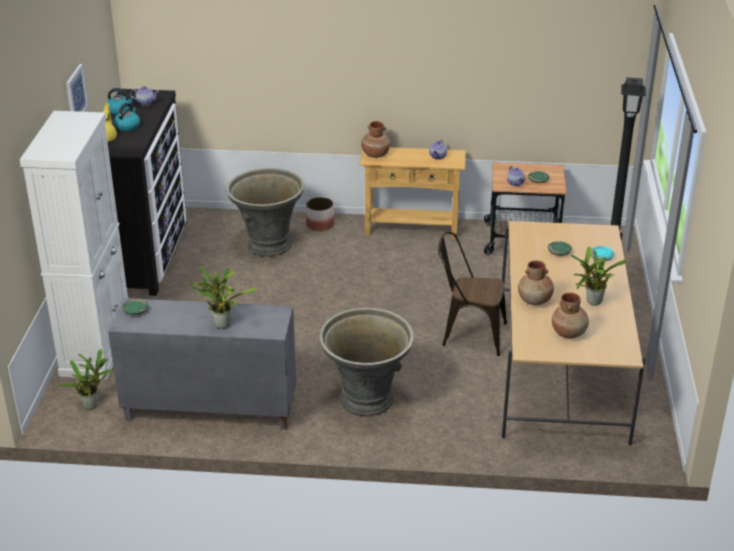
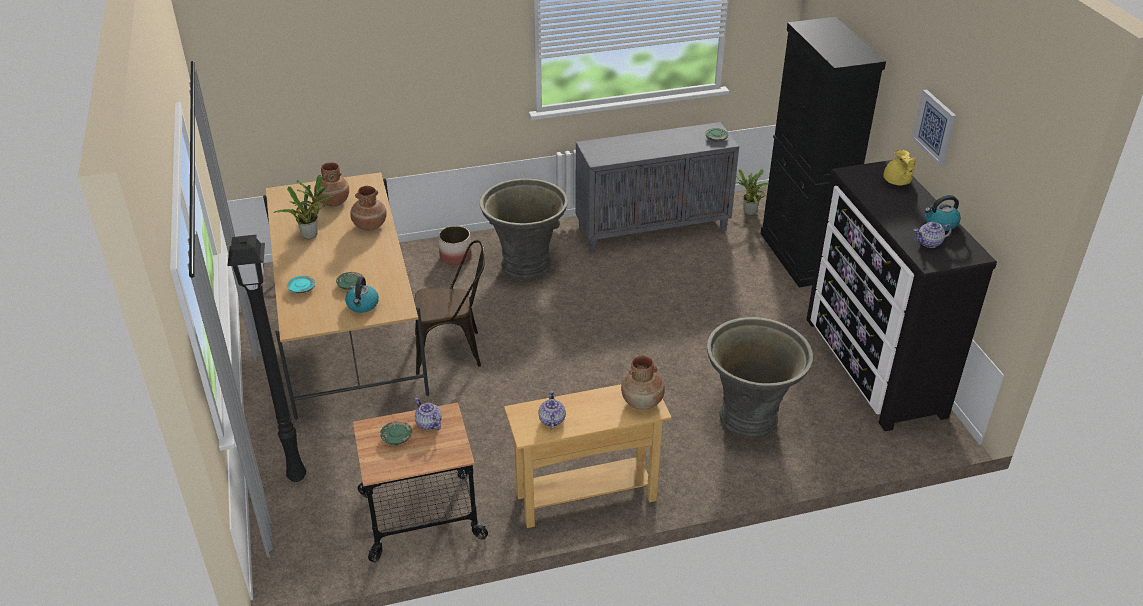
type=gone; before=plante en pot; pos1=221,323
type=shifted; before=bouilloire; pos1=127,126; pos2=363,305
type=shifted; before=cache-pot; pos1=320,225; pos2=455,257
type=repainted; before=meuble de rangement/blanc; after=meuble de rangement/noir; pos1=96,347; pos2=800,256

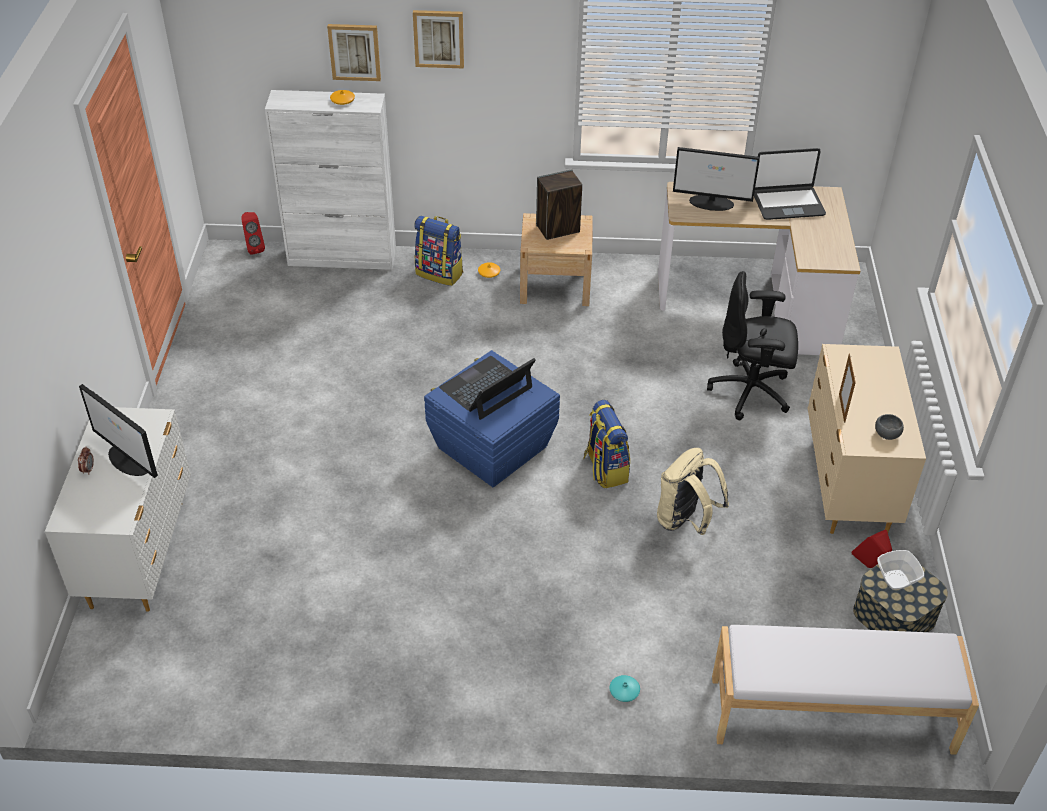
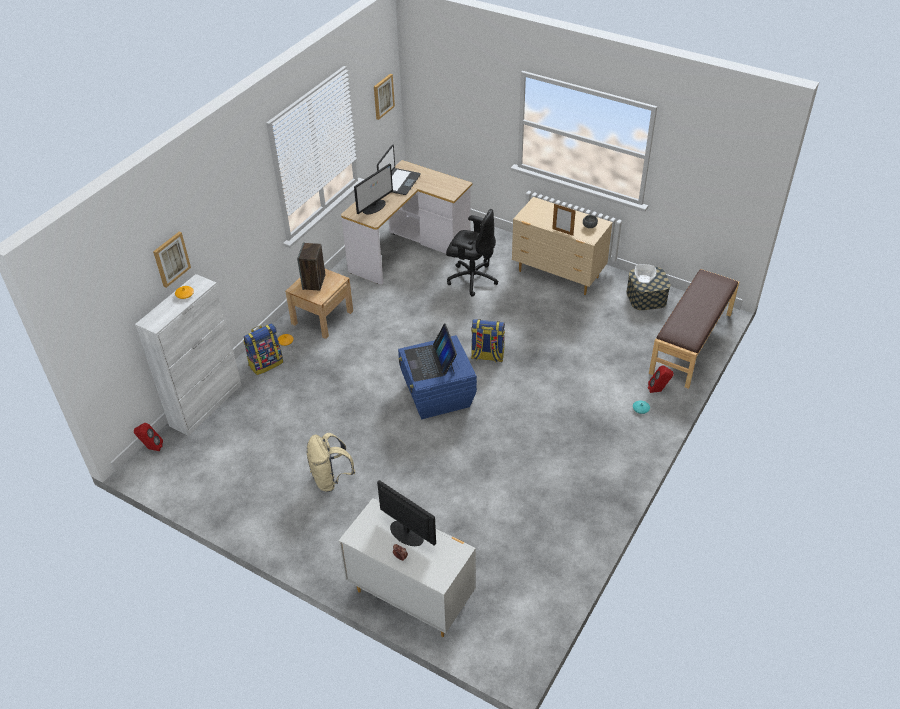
type=shifted; before=tableau; pos1=438,38; pos2=383,96
type=shifted; before=sac à dos/beige; pos1=685,521; pos2=331,479
type=shifted; before=enceinte/rouge; pos1=868,566; pos2=658,390
type=repainted; before=banc/blanc; after=banc/marron; pos1=831,715; pos2=691,343
type=rotated; before=écran d'ordinateur; pos1=130,460; pos2=406,533; turn=-120
type=rotated; before=chaise de bureau/noir; pos1=751,392; pos2=471,279; turn=-105

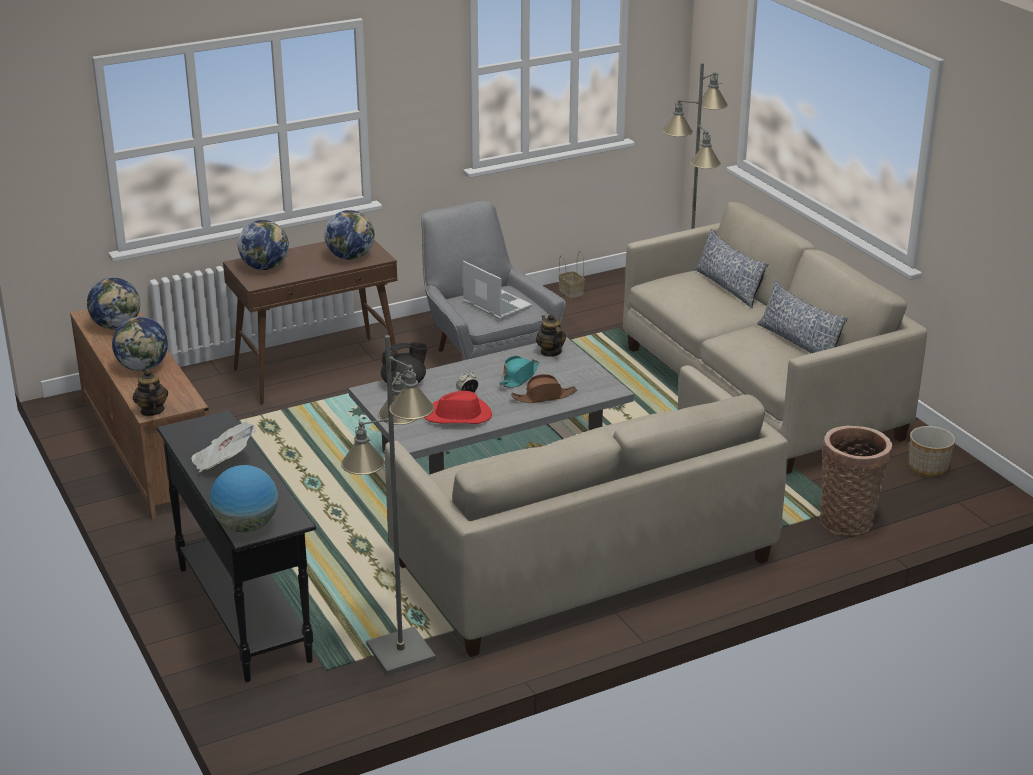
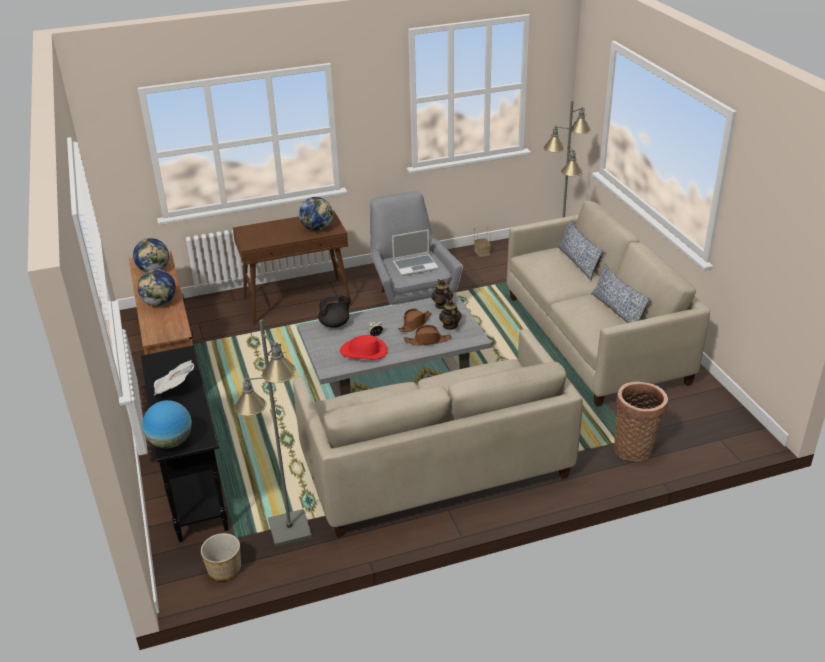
type=gone; before=globe; pos1=265,267
type=shifted; before=théière; pos1=152,411; pos2=450,326
type=shifted; before=cache-pot; pos1=929,468; pos2=225,569
type=repainted; before=chapeau/turquoise; after=chapeau/marron; pos1=519,377; pos2=415,324
type=rotated; before=ordinateur portable; pos1=495,305; pos2=415,265; turn=105

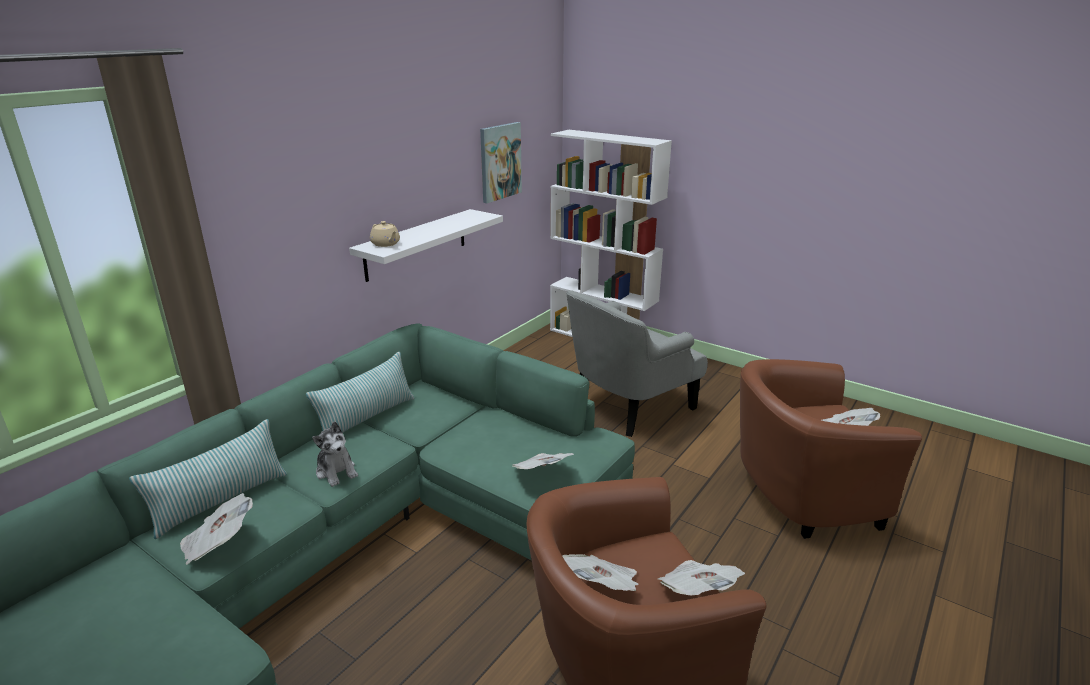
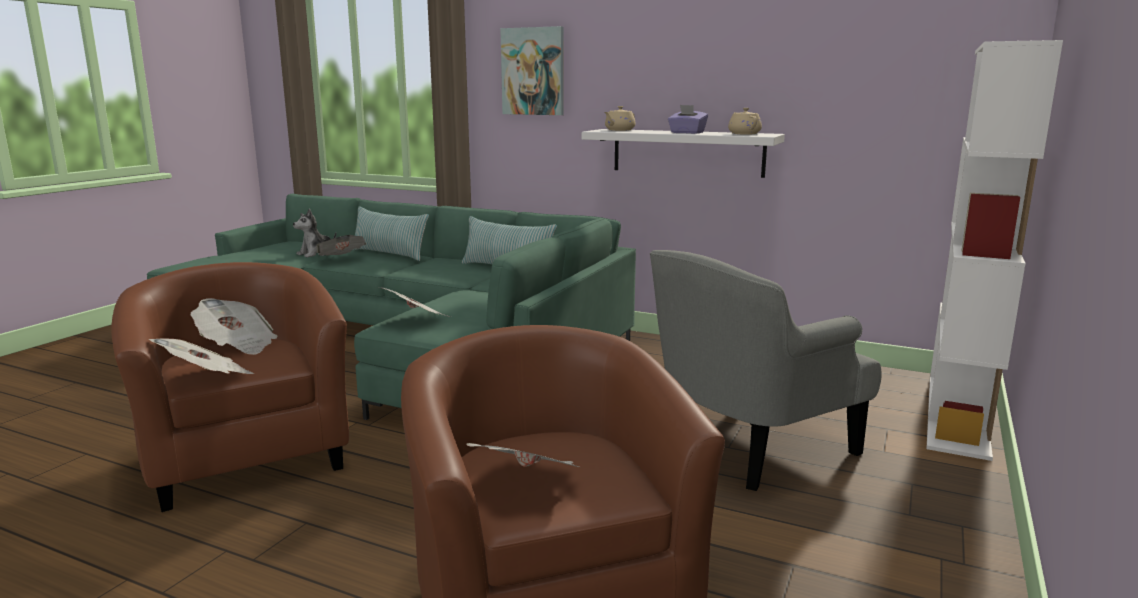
type=new; after=boîte à mouchoirs/violet; pos2=687,133
type=new; after=théière/beige; pos2=744,134
type=shifted; before=peluche; pos1=336,471; pos2=316,253
type=shifted; before=tableau; pos1=500,162; pos2=533,71
type=rotated; before=fauteuil/gris; pos1=628,404; pos2=748,443; turn=-75

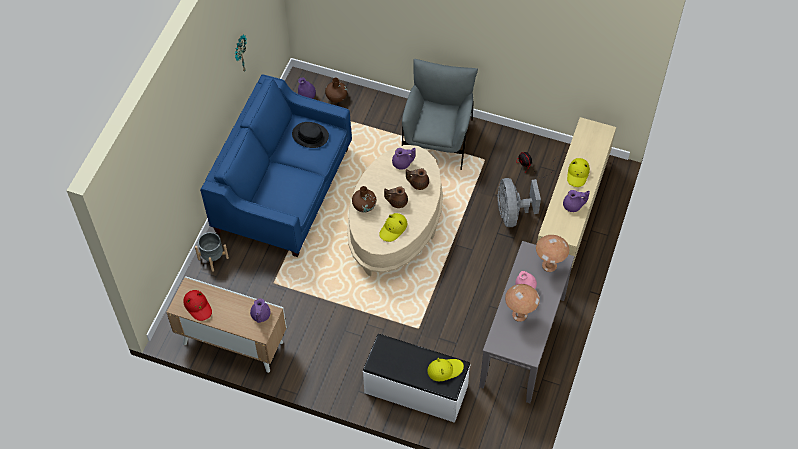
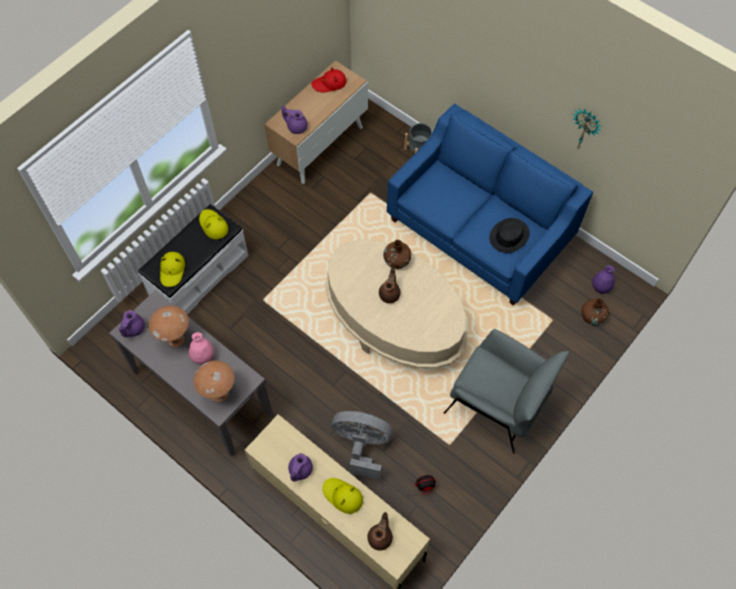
type=shifted; before=chapeau/jaune; pos1=393,229; pos2=213,225
type=shifted; before=théière/violet; pos1=402,163; pos2=133,329
type=shifted; before=théière/marron; pos1=418,183; pos2=380,537

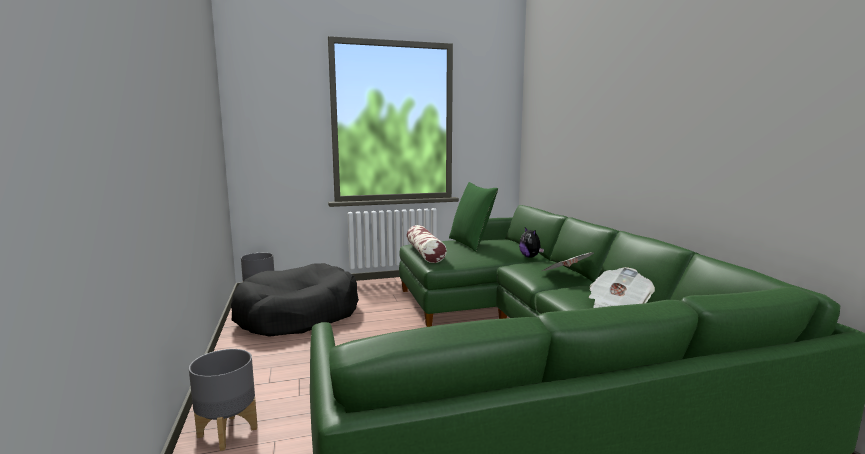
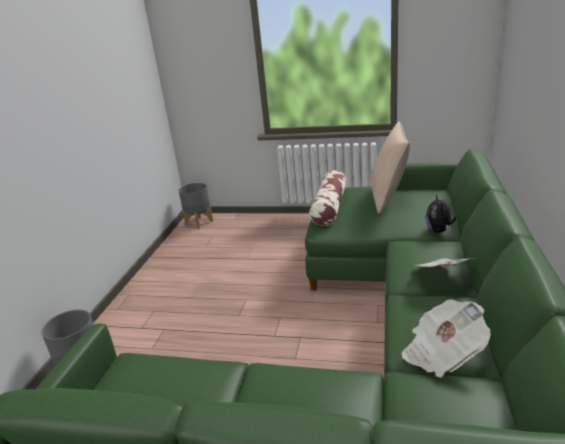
type=gone; before=panier pour chien/noir; pos1=297,315
type=repainted; before=coussin/vert; after=coussin/beige; pos1=471,243; pos2=388,198

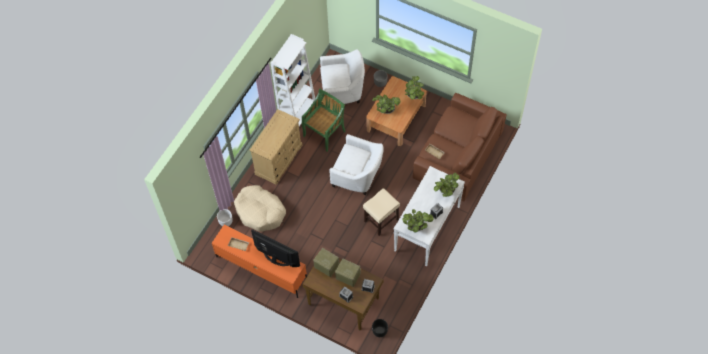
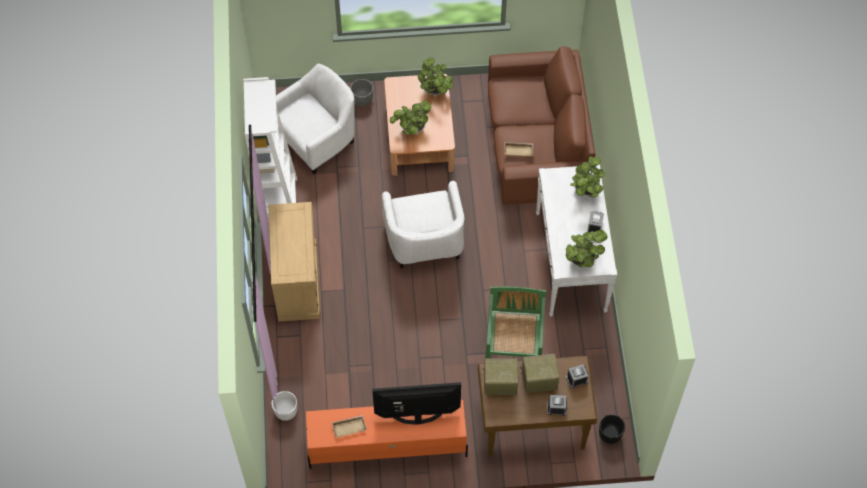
type=gone; before=panier pour chien/beige; pos1=260,212
type=gone; before=tabouret/beige; pos1=381,221
type=shifted; before=chaise/vert; pos1=325,133; pos2=513,349
type=rotated; before=fauteuil/blanc; pos1=358,175; pos2=425,241; turn=90

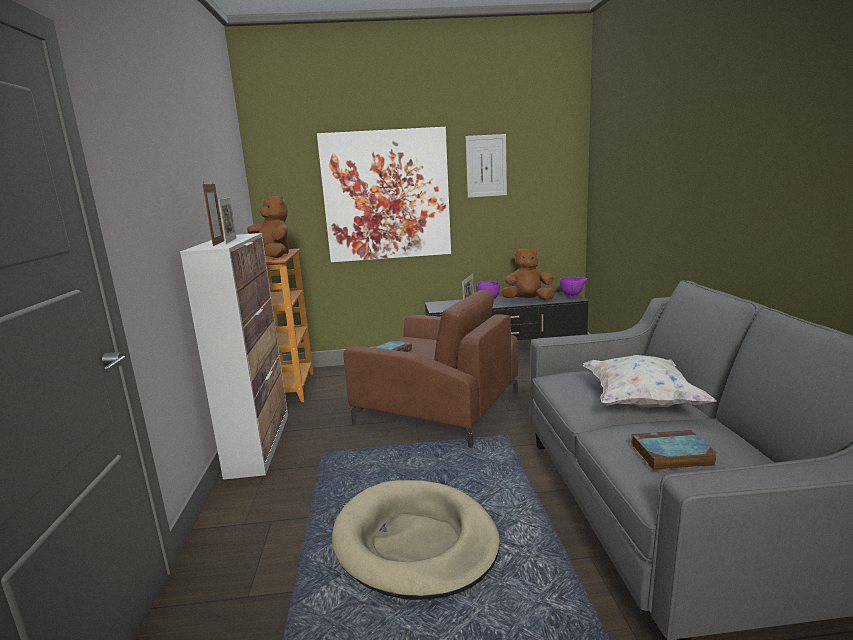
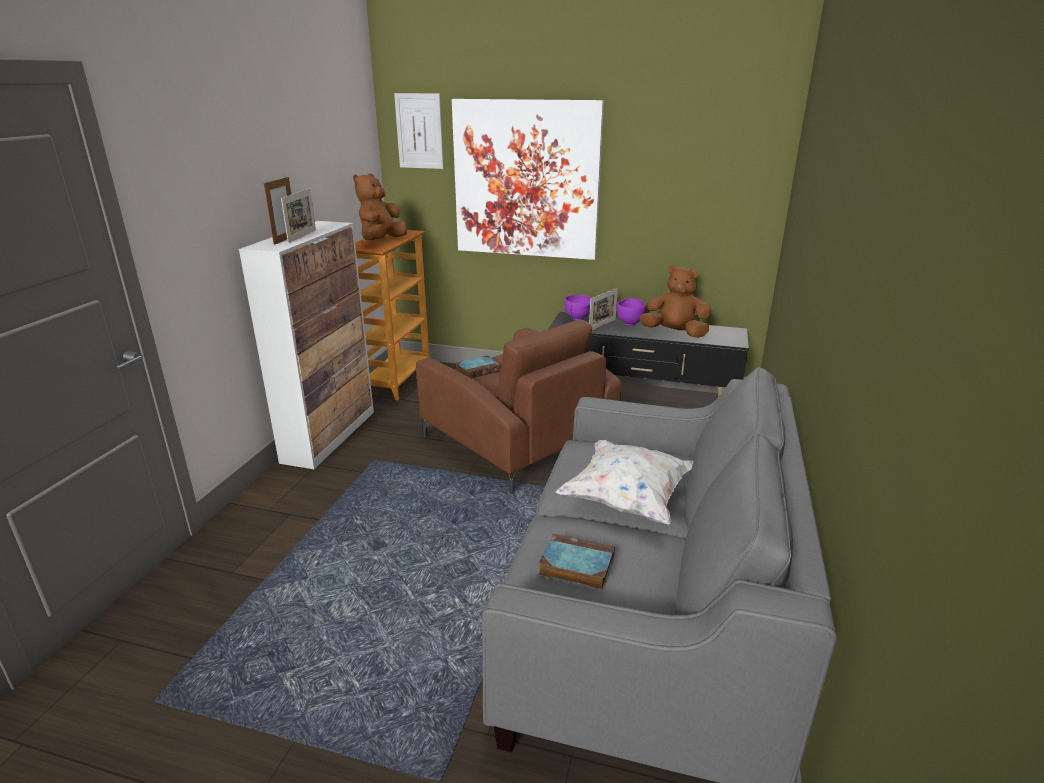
type=gone; before=panier pour chien/beige; pos1=415,542
type=shifted; before=tableau; pos1=486,166; pos2=419,131
type=shifted; before=bol/violet; pos1=573,296; pos2=579,319
type=rotated; before=peluche/marron; pos1=272,256; pos2=382,241; turn=-135

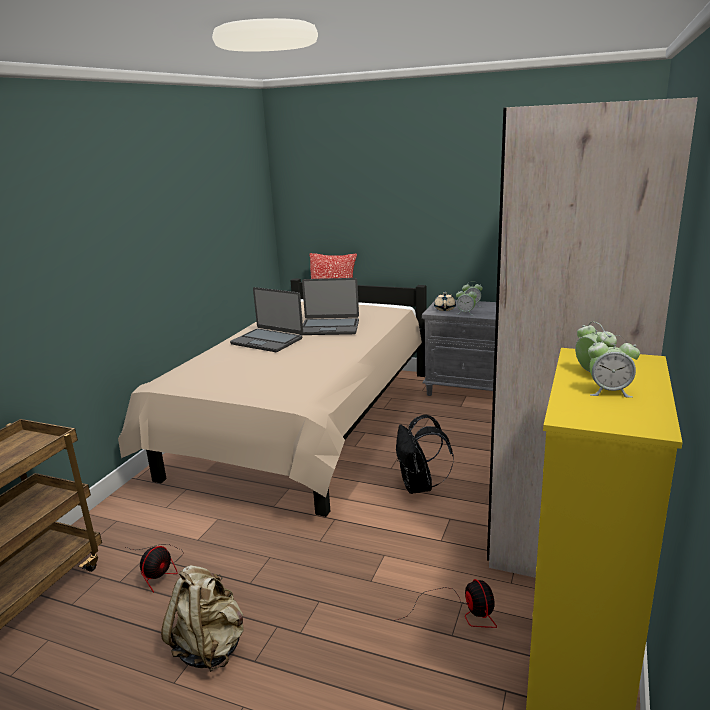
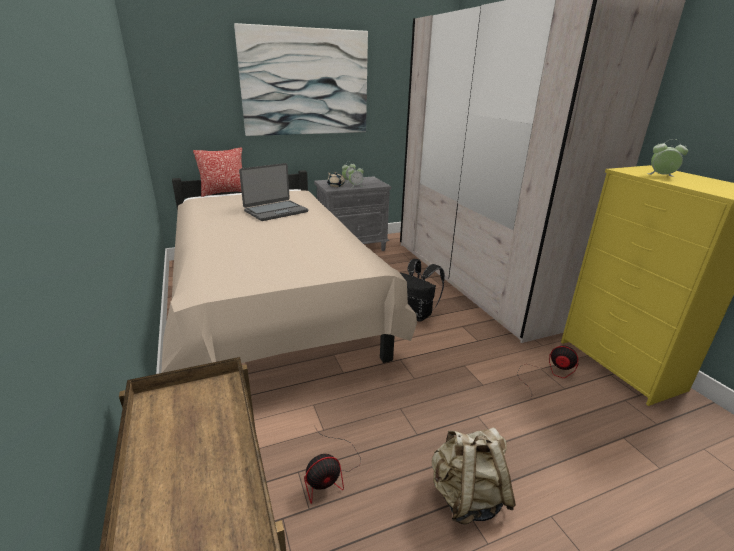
type=gone; before=ordinateur portable; pos1=267,341
type=gone; before=réveil; pos1=609,391
type=new; after=tableau; pos2=306,83
type=rotated; before=ventilateur; pos1=159,569; pos2=330,473; turn=75

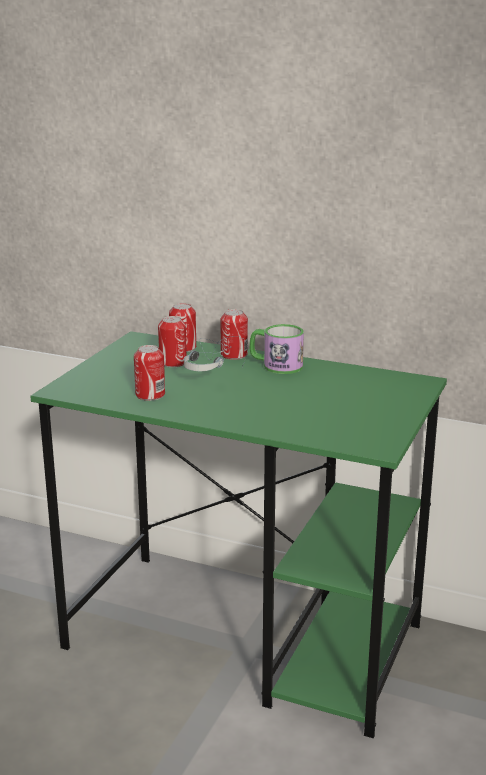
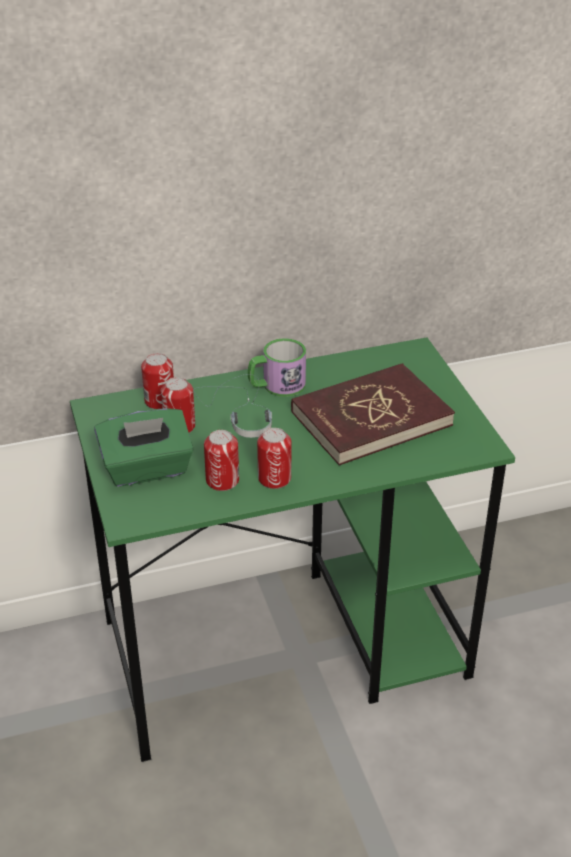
type=new; after=boîte à mouchoirs/vert; pos2=147,469
type=new; after=livre/rouge; pos2=371,418
type=shifted; before=boîte métallique; pos1=234,355; pos2=274,478

